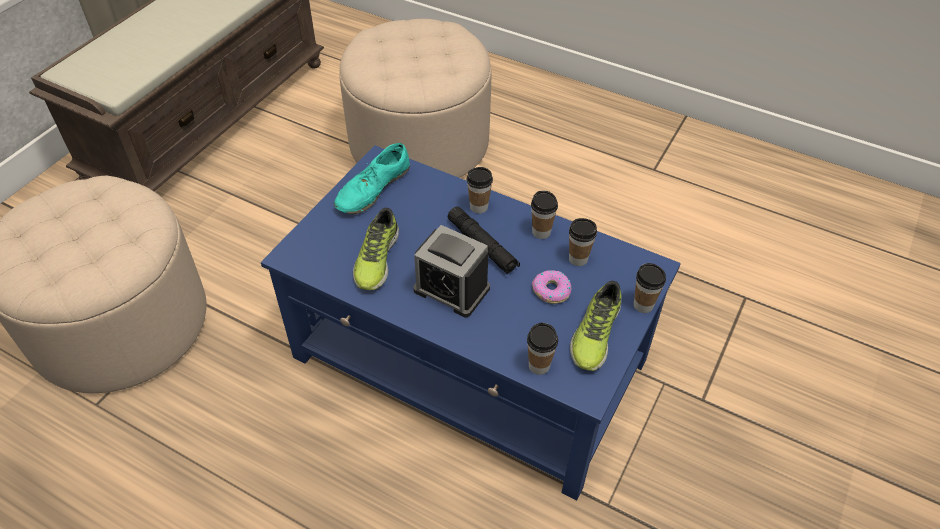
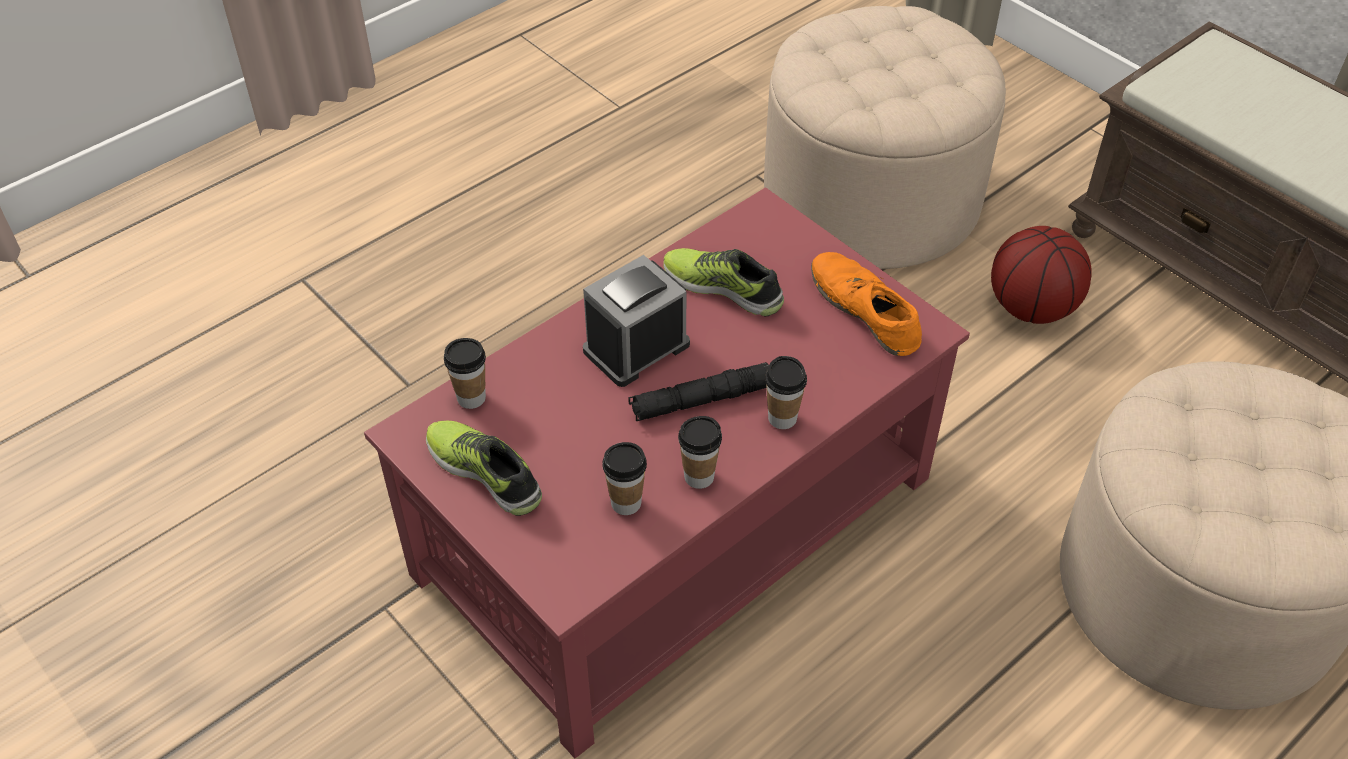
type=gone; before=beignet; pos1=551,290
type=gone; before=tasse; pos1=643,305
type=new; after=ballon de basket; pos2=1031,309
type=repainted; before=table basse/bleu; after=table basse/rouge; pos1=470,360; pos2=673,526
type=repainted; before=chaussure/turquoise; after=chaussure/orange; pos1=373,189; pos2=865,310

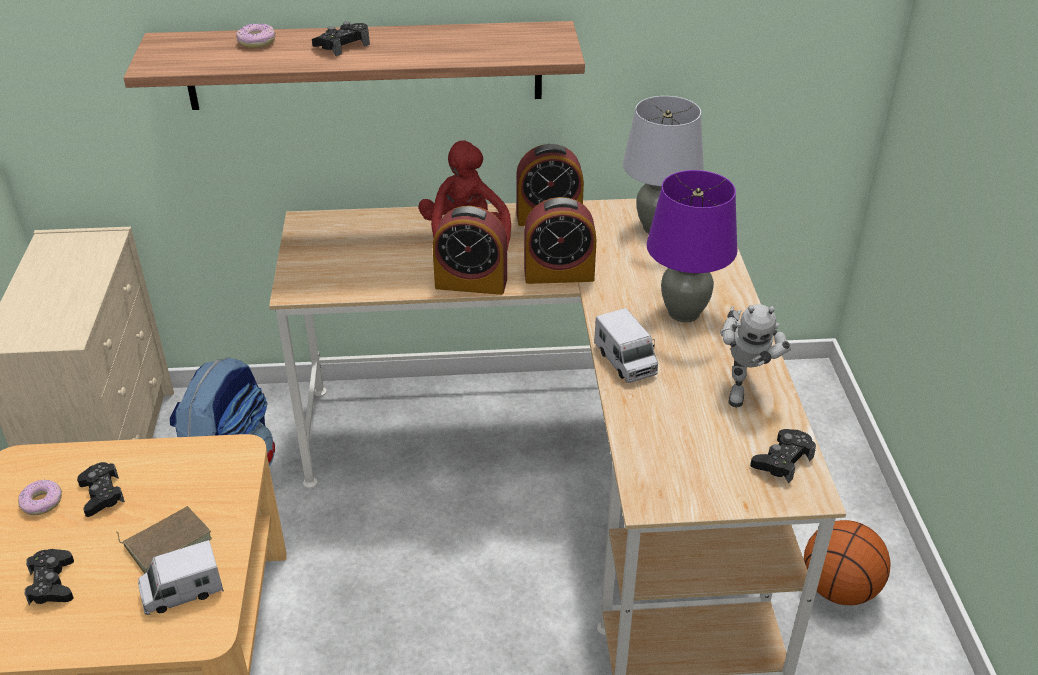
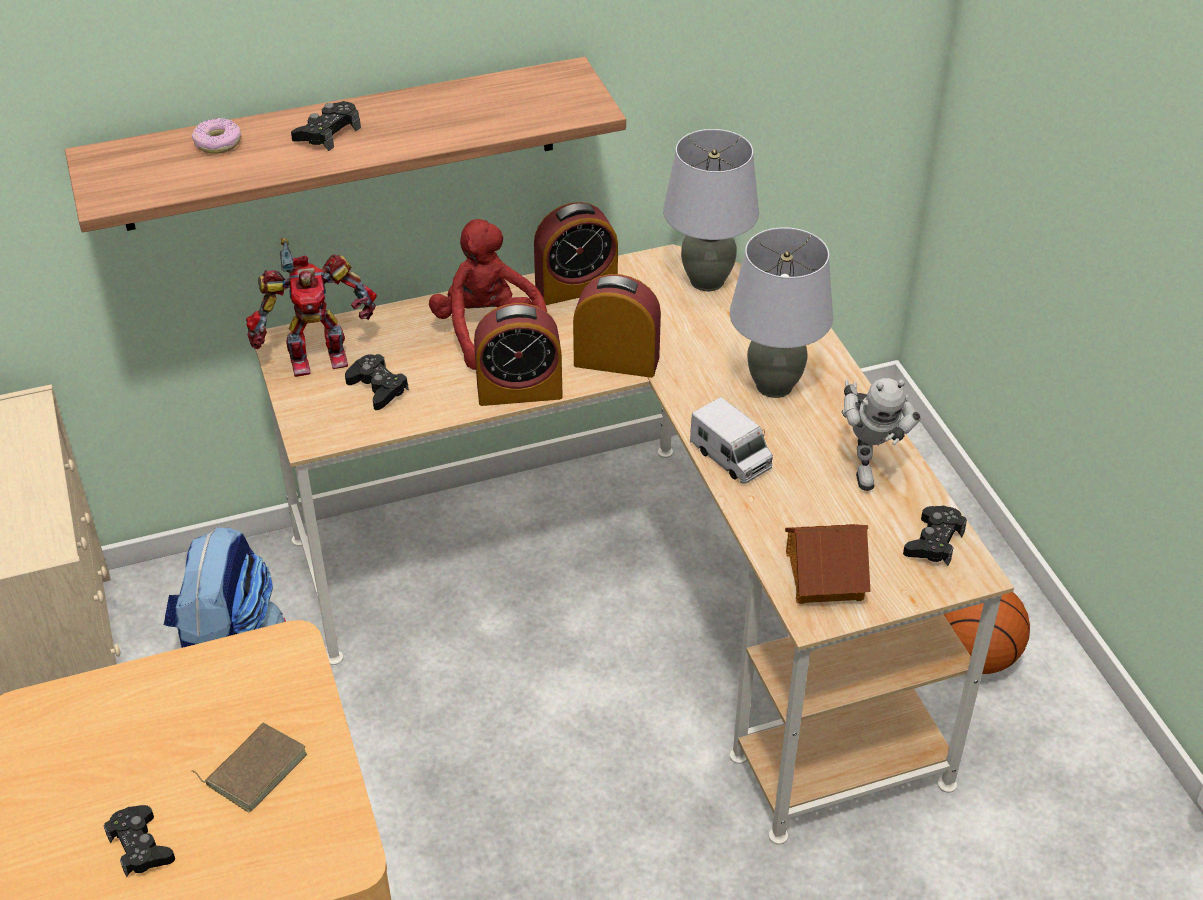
type=gone; before=beignet; pos1=42,502
type=gone; before=camion jouet; pos1=182,591
type=new; after=robot jouet; pos2=316,355
type=new; after=maison miniature; pos2=823,575
type=shifted; before=manette/noir; pos1=102,494; pos2=377,388
type=repainted; before=lampe de table/violet; after=lampe de table/gris; pos1=683,313; pos2=774,386
type=rotated; before=réveil; pos1=559,274; pos2=616,361; turn=-150

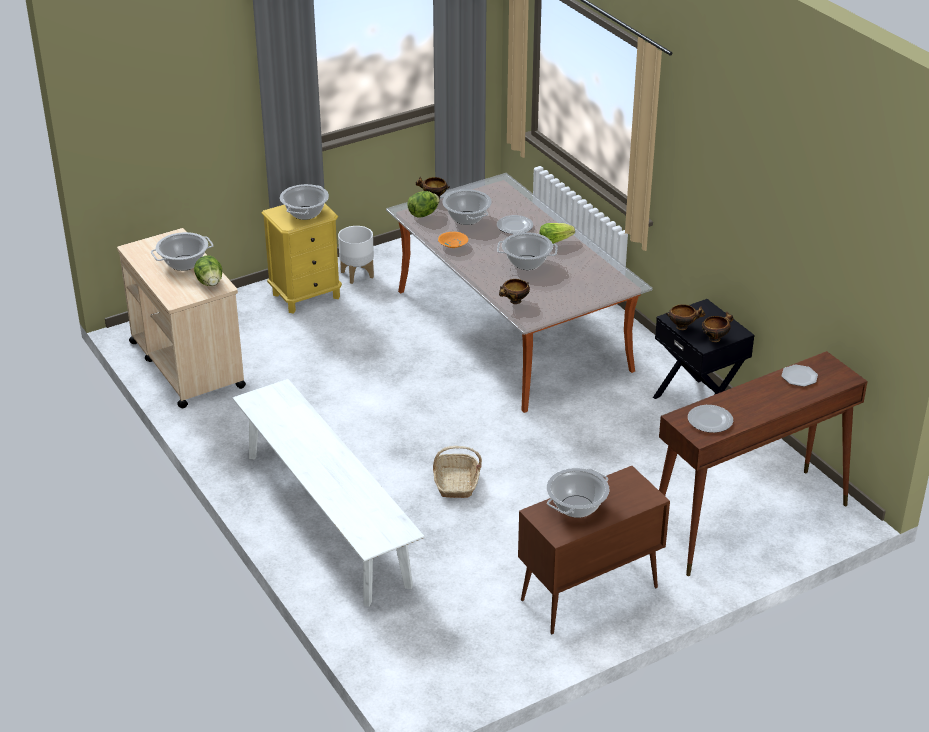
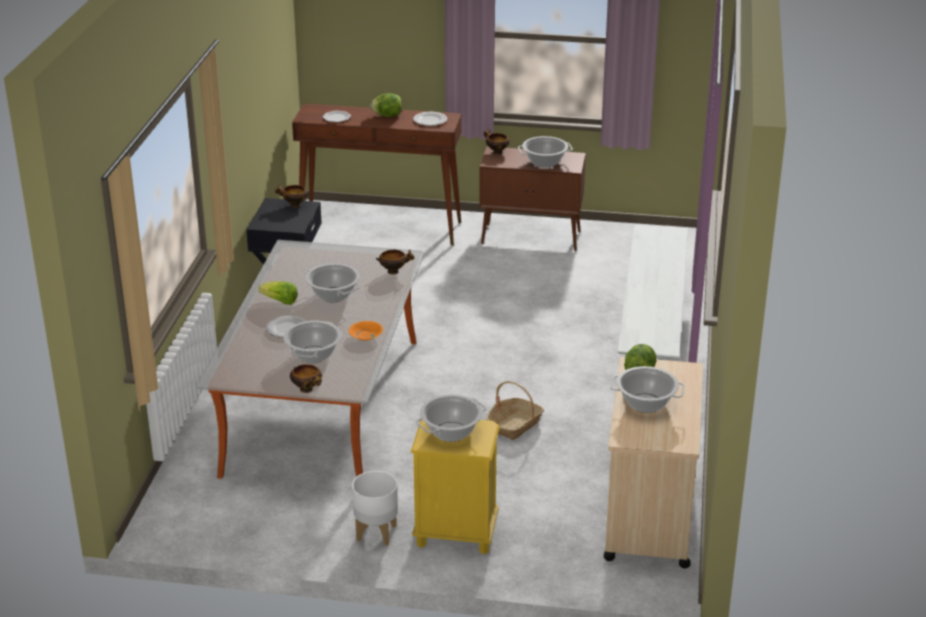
type=shifted; before=laitue; pos1=423,214; pos2=387,116
type=shifted; before=panier; pos1=456,483; pos2=515,425
type=shifted; before=bol; pos1=683,327; pos2=496,152

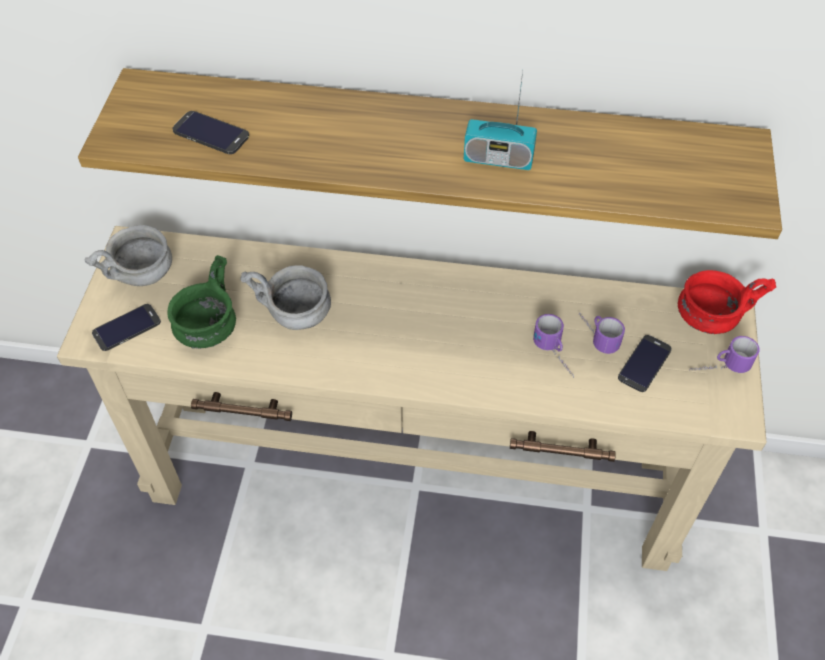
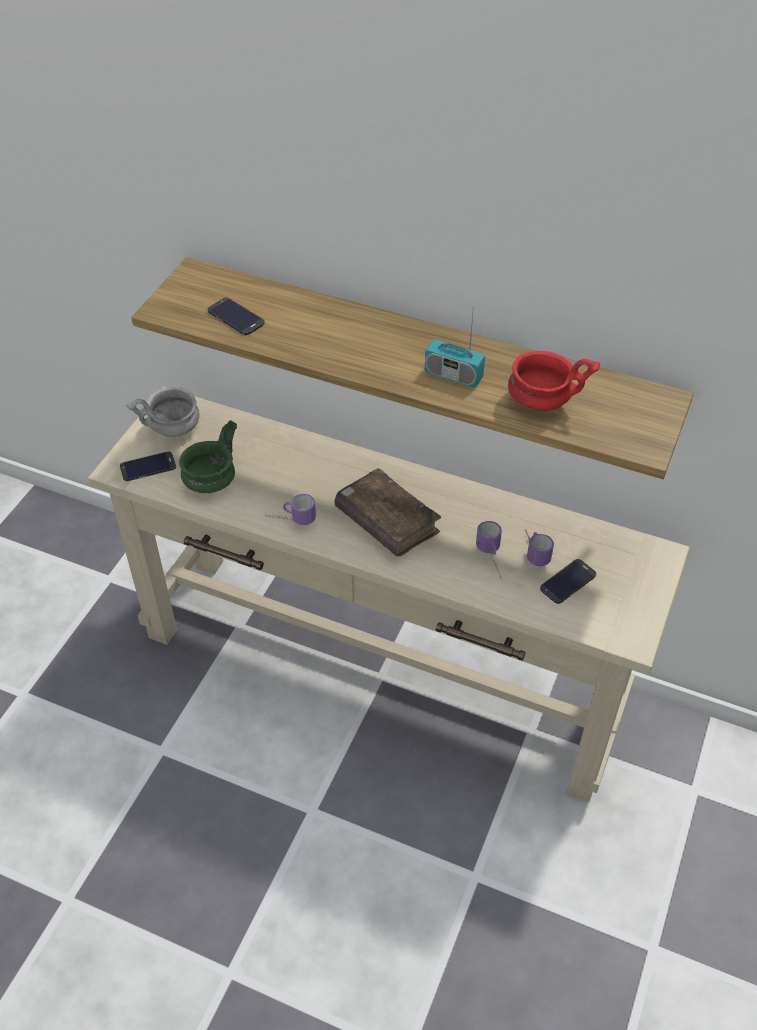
type=gone; before=bol/gris; pos1=297,315
type=new; after=livre/marron; pos2=386,522
type=shifted; before=bol/rouge; pos1=708,318; pos2=541,400
type=shifted; before=mug; pos1=718,368; pos2=290,520

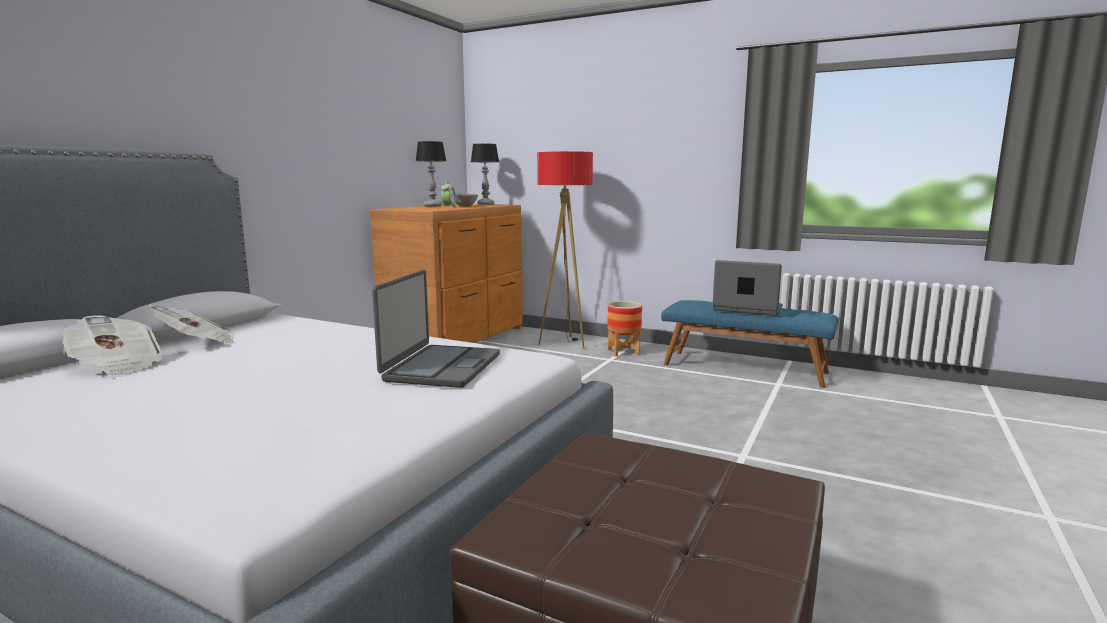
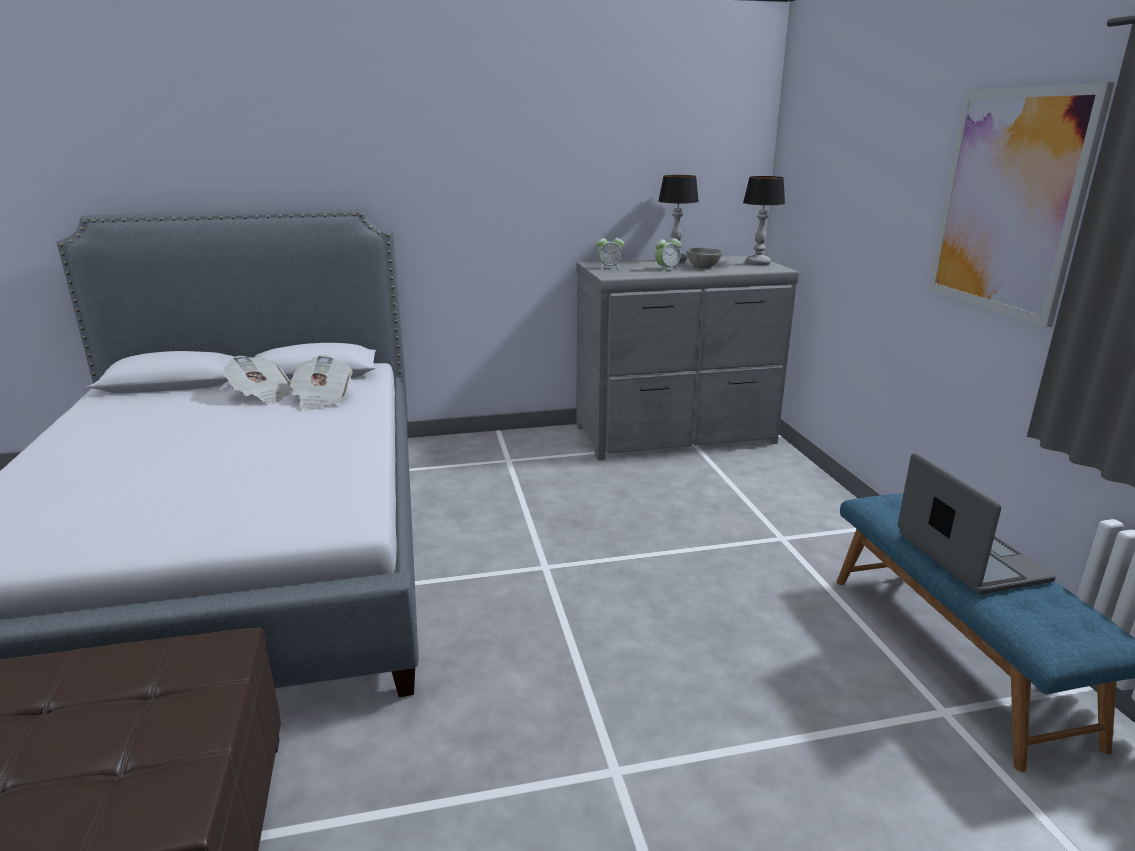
type=gone; before=ordinateur portable; pos1=441,367
type=gone; before=lampadaire; pos1=564,343
type=gone; before=cache-pot; pos1=623,352
type=new; after=réveil; pos2=609,268
type=new; after=tableau; pos2=1009,202
type=shifted; before=journal; pos1=117,367; pos2=322,399
type=repainted; before=commode/marron; after=commode/gris; pos1=458,340; pos2=676,435

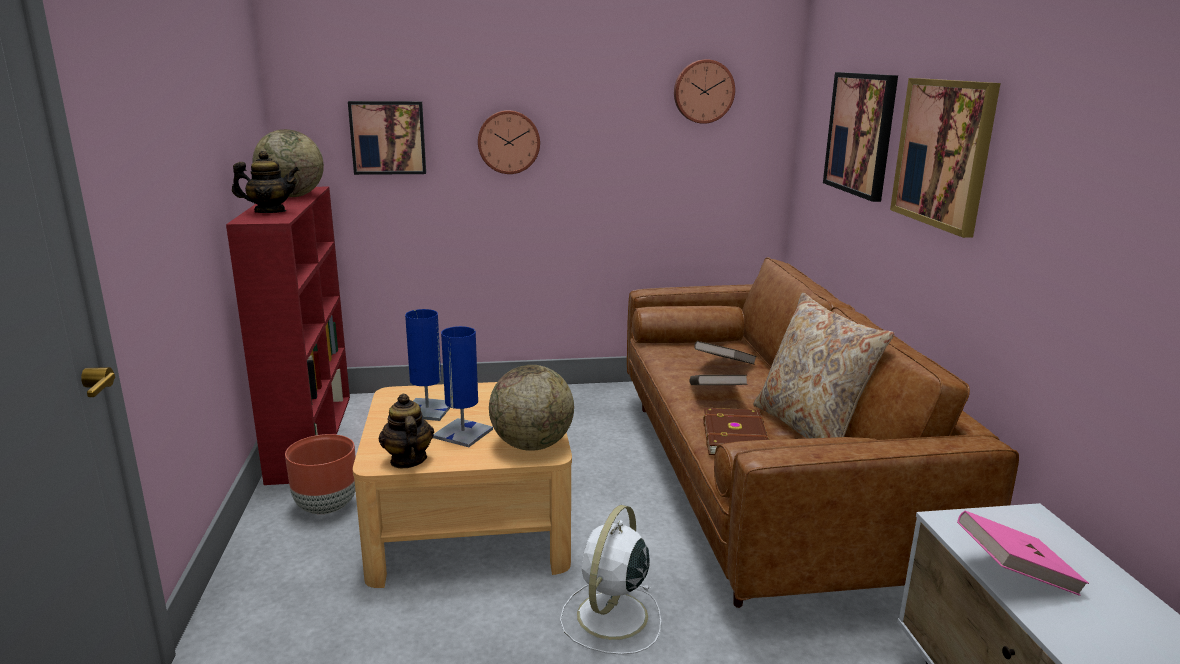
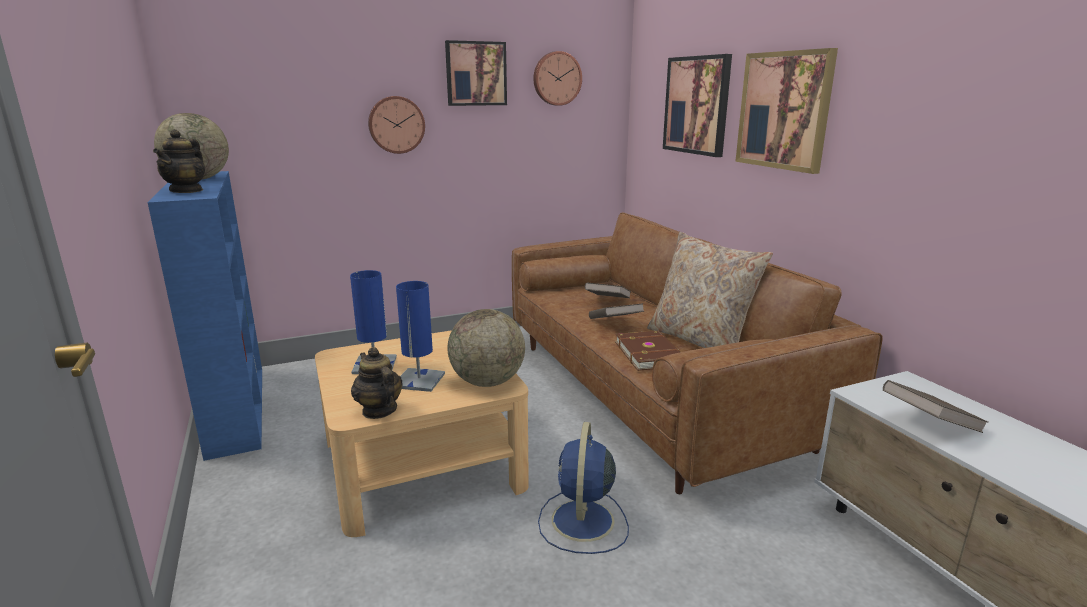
type=gone; before=cache-pot/marron; pos1=326,506
type=shifted; before=tableau; pos1=388,137; pos2=475,73
type=repainted; before=bibliothèque/rouge; after=bibliothèque/bleu; pos1=311,435; pos2=236,408
type=repainted; before=ventilateur/blanc; after=ventilateur/bleu; pos1=611,617; pos2=582,522
type=repainted; before=livre/rose; after=livre/marron; pos1=1014,573; pos2=929,424
type=rotated; before=théière; pos1=270,212; pos2=187,191; turn=120

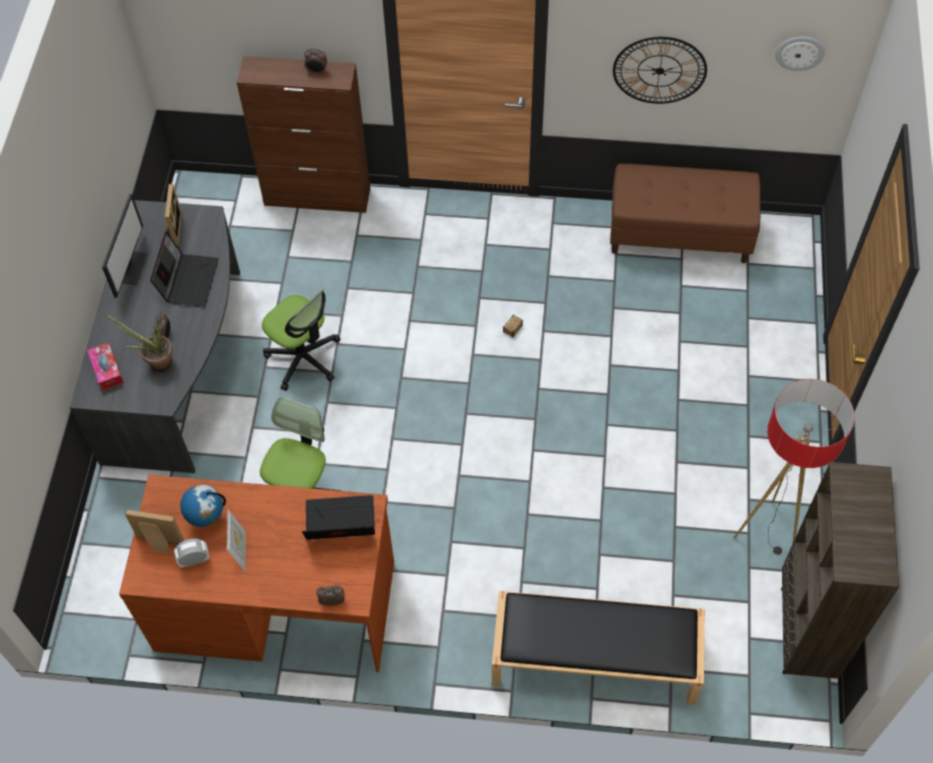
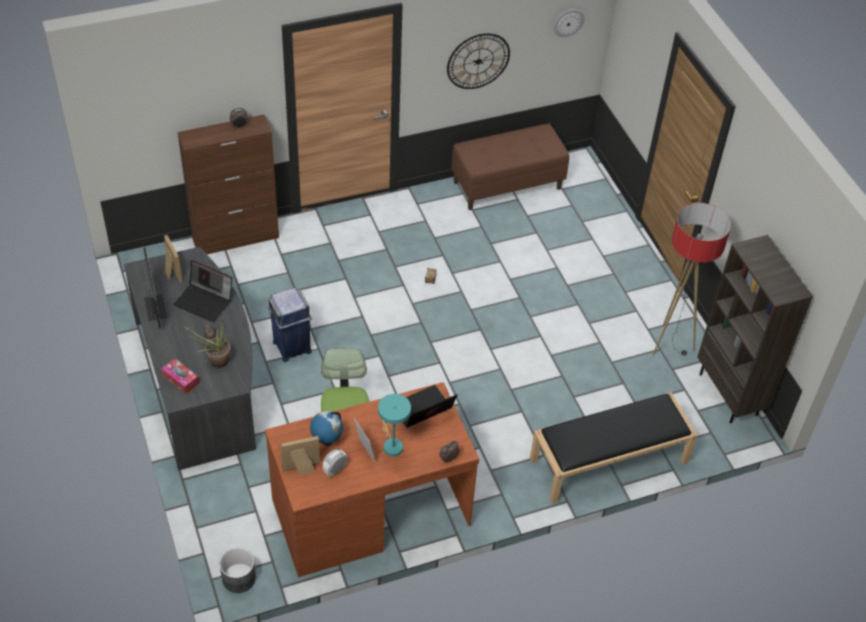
type=new; after=cache-pot/gris; pos2=238,578
type=new; after=lampe de table/turquoise; pos2=391,445
type=swapped; before=chaise de bureau; after=poubelle/bleu; pos1=304,358; pos2=291,346
type=rotated; before=ordinateur portable; pos1=188,280; pos2=205,301; turn=135

